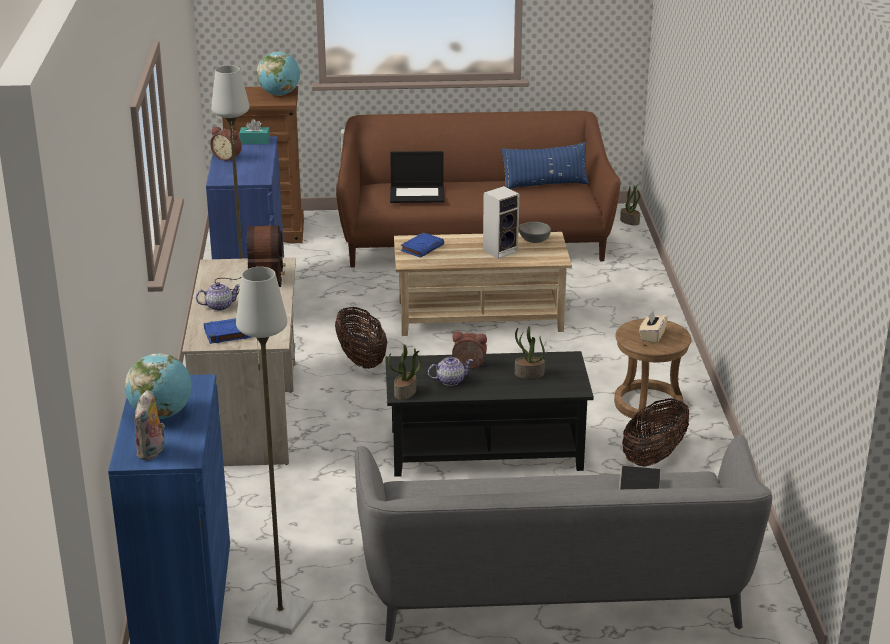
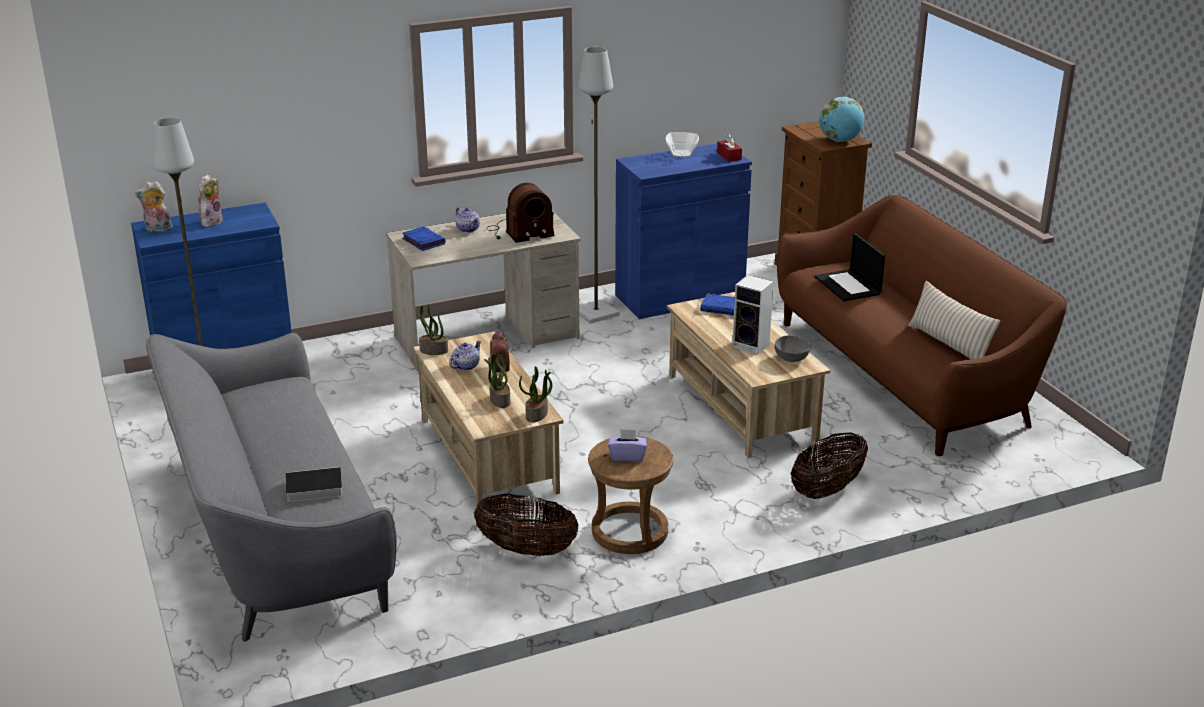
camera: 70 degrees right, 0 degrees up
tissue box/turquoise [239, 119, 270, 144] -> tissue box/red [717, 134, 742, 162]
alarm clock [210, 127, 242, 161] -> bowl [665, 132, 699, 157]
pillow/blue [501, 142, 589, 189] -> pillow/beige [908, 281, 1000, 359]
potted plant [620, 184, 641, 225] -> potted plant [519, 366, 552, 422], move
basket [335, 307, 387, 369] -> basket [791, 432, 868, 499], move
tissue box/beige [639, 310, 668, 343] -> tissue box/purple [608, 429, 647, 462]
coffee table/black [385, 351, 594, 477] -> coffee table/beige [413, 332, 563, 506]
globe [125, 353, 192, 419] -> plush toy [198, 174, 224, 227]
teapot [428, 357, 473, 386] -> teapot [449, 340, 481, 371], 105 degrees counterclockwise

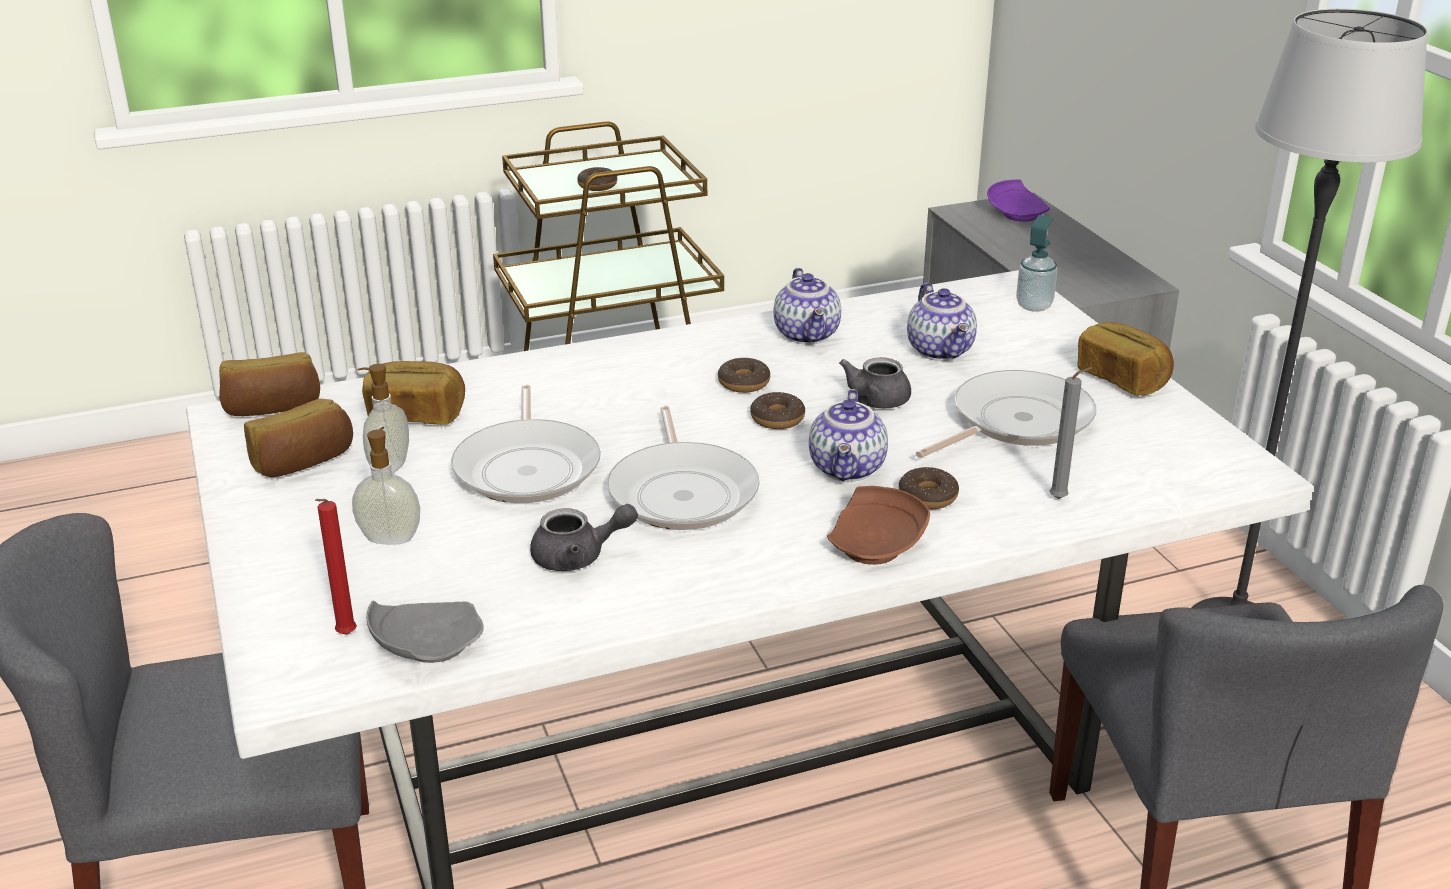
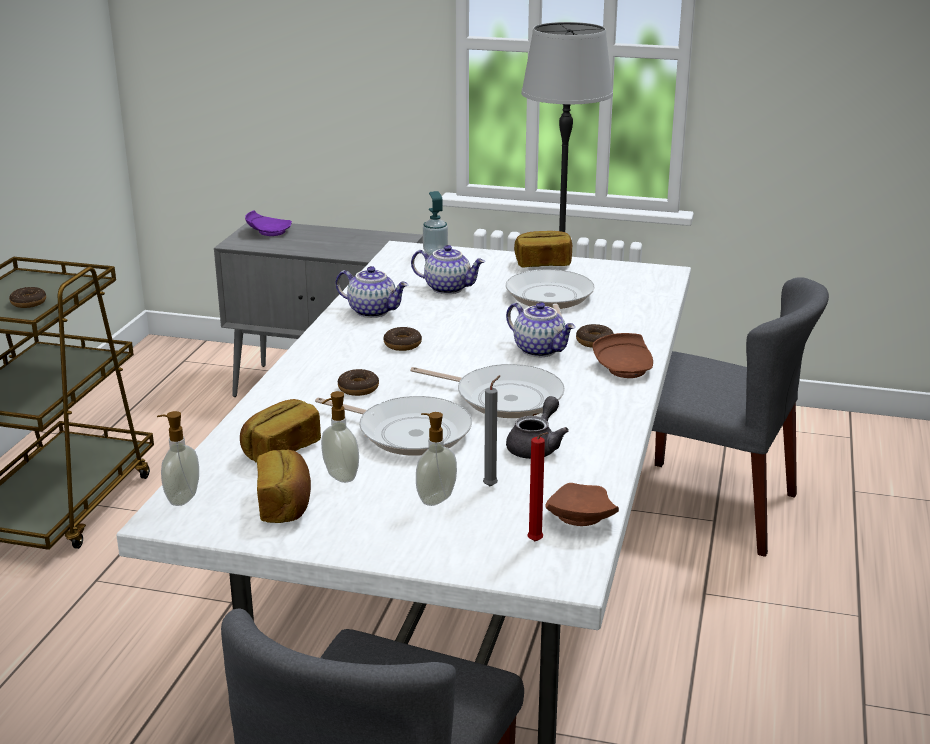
camera: 55 degrees left, 5 degrees down
bread [219, 352, 320, 416] -> soap dispenser [157, 411, 199, 506]
teapot/grey [839, 357, 911, 408] -> none
candle/grey [1050, 367, 1092, 499] -> candle/grey [483, 375, 501, 487], move
donut [750, 392, 805, 429] -> donut [338, 369, 379, 396], move
plate/grey [366, 601, 484, 663] -> plate/brown [545, 483, 619, 526]

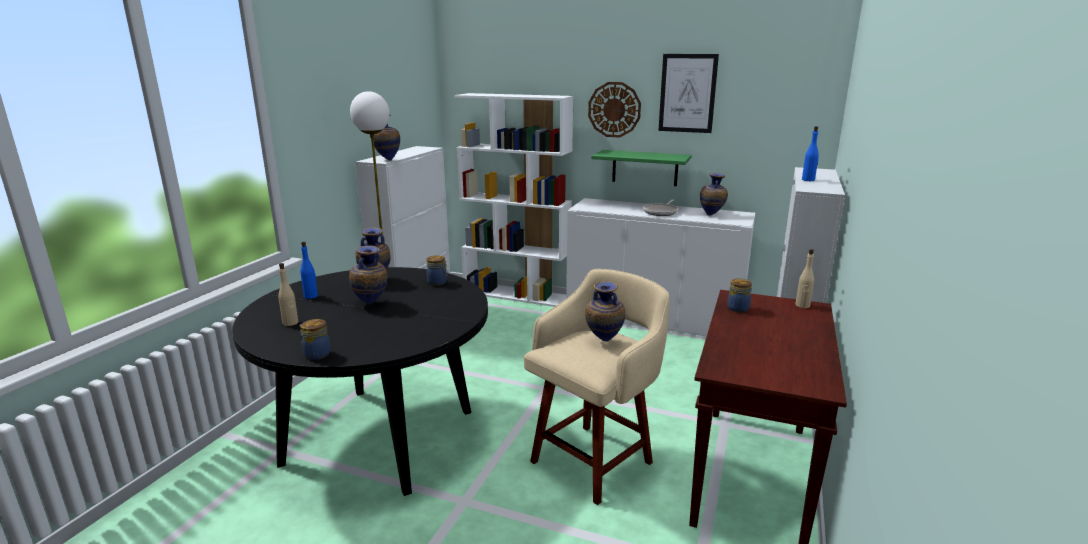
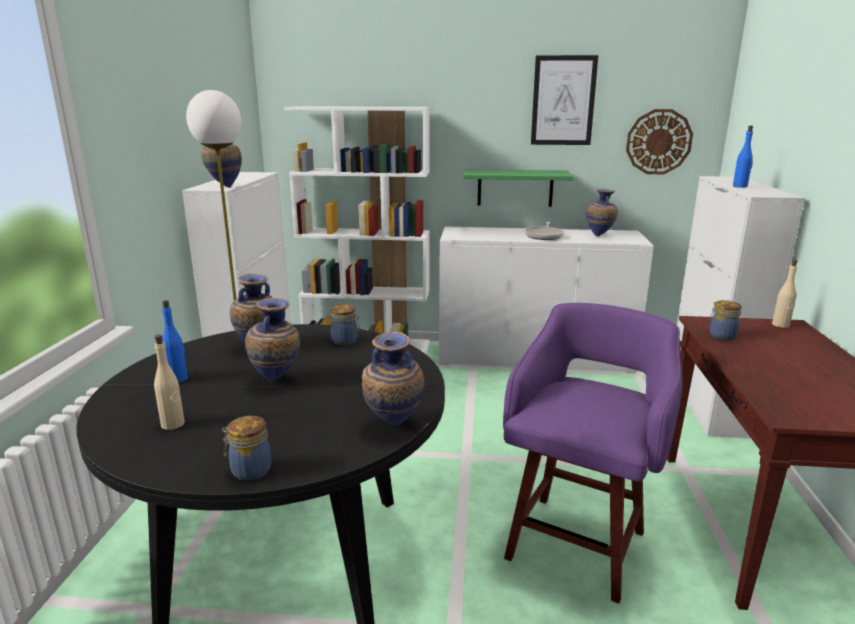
camera: 15 degrees left, 0 degrees up
wall clock [588, 82, 641, 138] -> wall clock [626, 109, 693, 174], move
stool/beige [524, 269, 670, 505] -> stool/purple [503, 303, 683, 604]
vase [585, 281, 625, 341] -> vase [362, 332, 424, 425], move

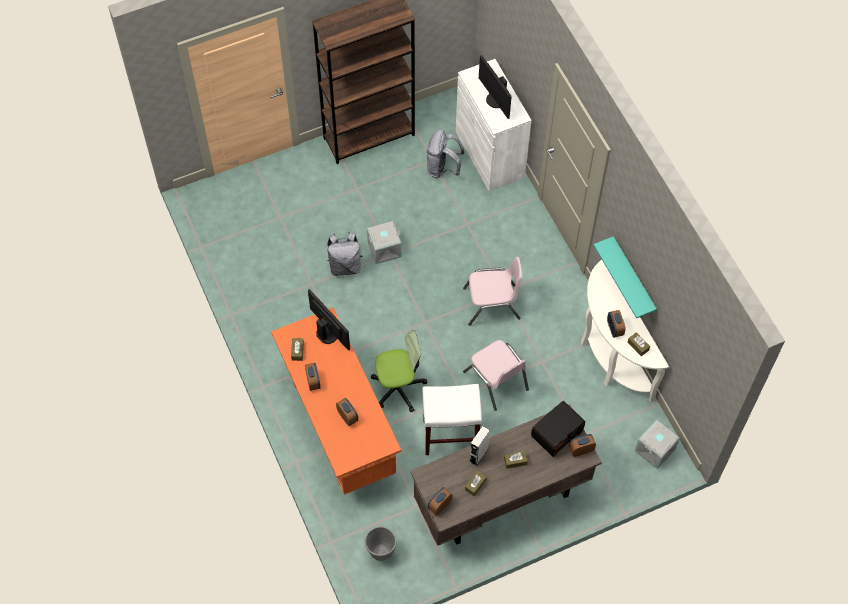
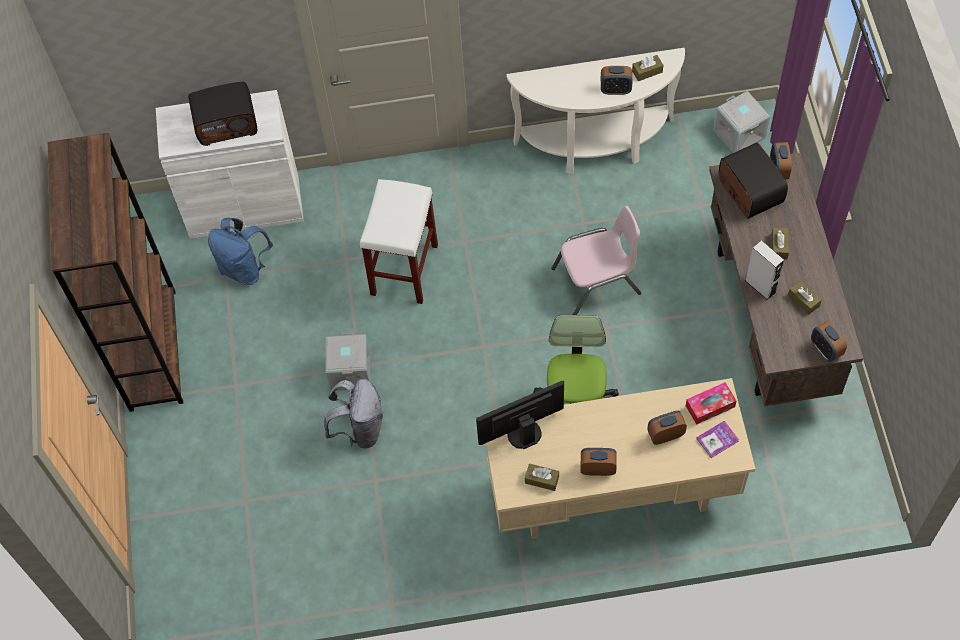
camera: 70 degrees left, 0 degrees up
monitor [479, 55, 512, 119] -> radio [188, 82, 257, 146]
backpack/grey [426, 130, 464, 178] -> backpack/blue [208, 218, 273, 285]
shelf/turquoise [594, 236, 657, 318] -> none
chair/pink [463, 257, 522, 326] -> none
desk/orange [271, 307, 401, 495] -> desk/beige [486, 378, 756, 539]
stool/white [423, 384, 482, 455] -> stool/white [360, 179, 438, 304], move
planter/grey [364, 526, 397, 561] -> none
none -> tissue box [686, 382, 736, 425]
none -> book [696, 421, 739, 458]

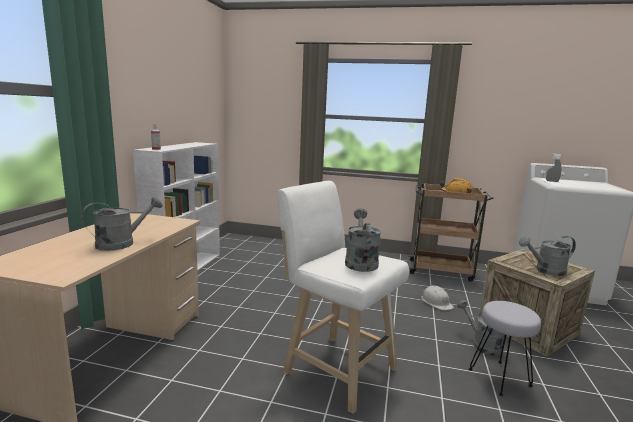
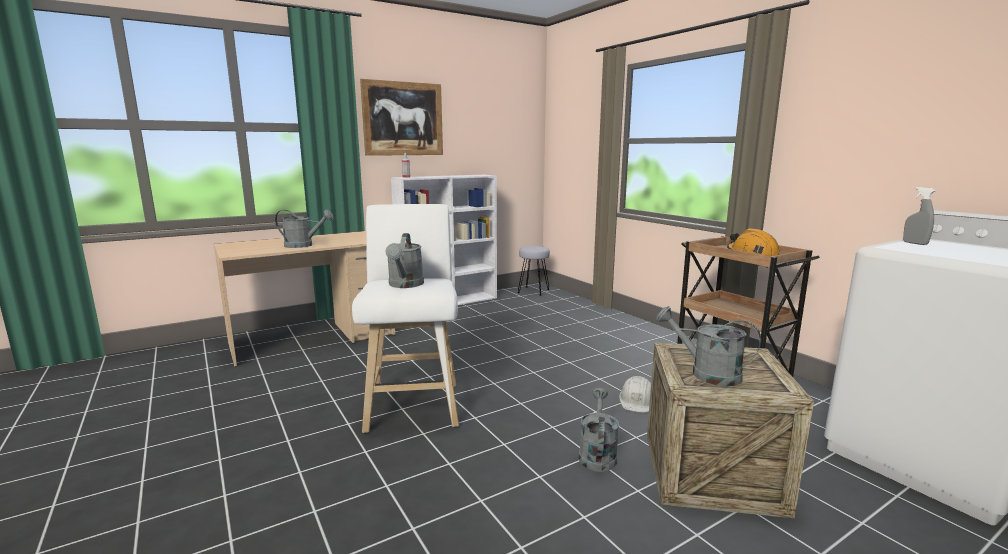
camera: 45 degrees right, 0 degrees up
watering can/grey [345, 209, 381, 272] -> watering can/grey [385, 233, 424, 288], 135 degrees clockwise
stool/grey [469, 301, 541, 396] -> stool/grey [518, 246, 550, 296], move
none -> picture [360, 79, 443, 156]

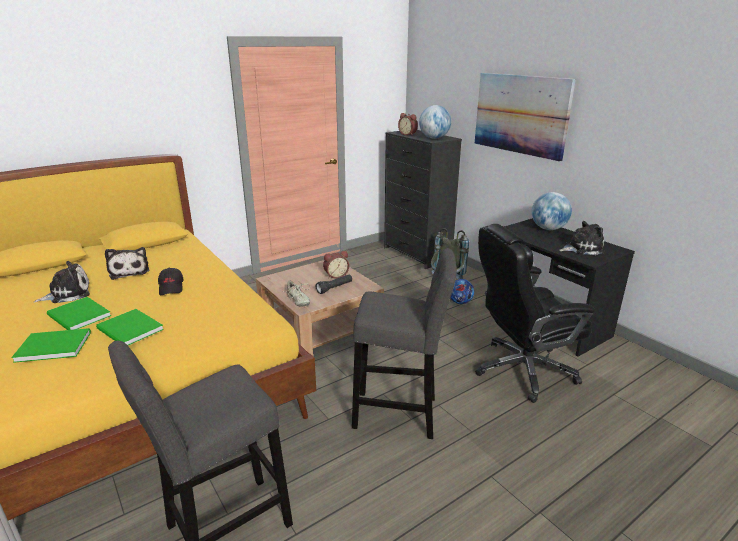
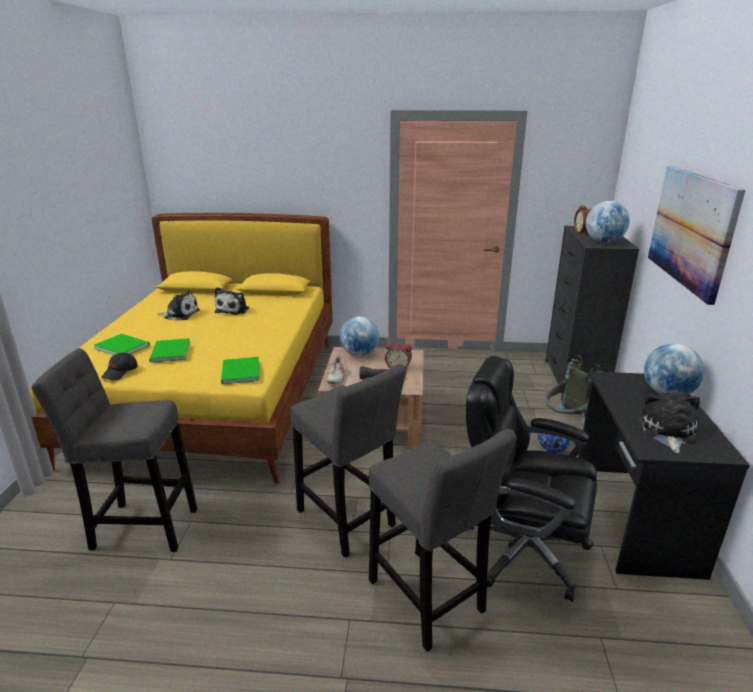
camera: 40 degrees right, 0 degrees up
plush toy [559, 221, 605, 255] -> plush toy [640, 393, 700, 453], 105 degrees counterclockwise
cap/black [158, 268, 184, 295] -> cap/black [101, 352, 138, 381], move
book/green [47, 297, 111, 330] -> book/green [221, 357, 259, 384], move
none -> globe [340, 316, 379, 356]
none -> stool/grey [369, 429, 517, 652]

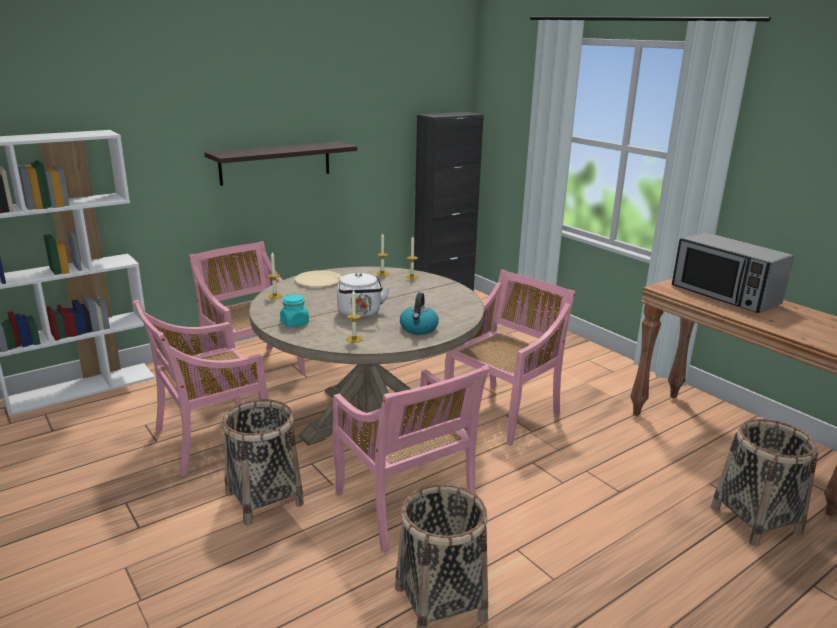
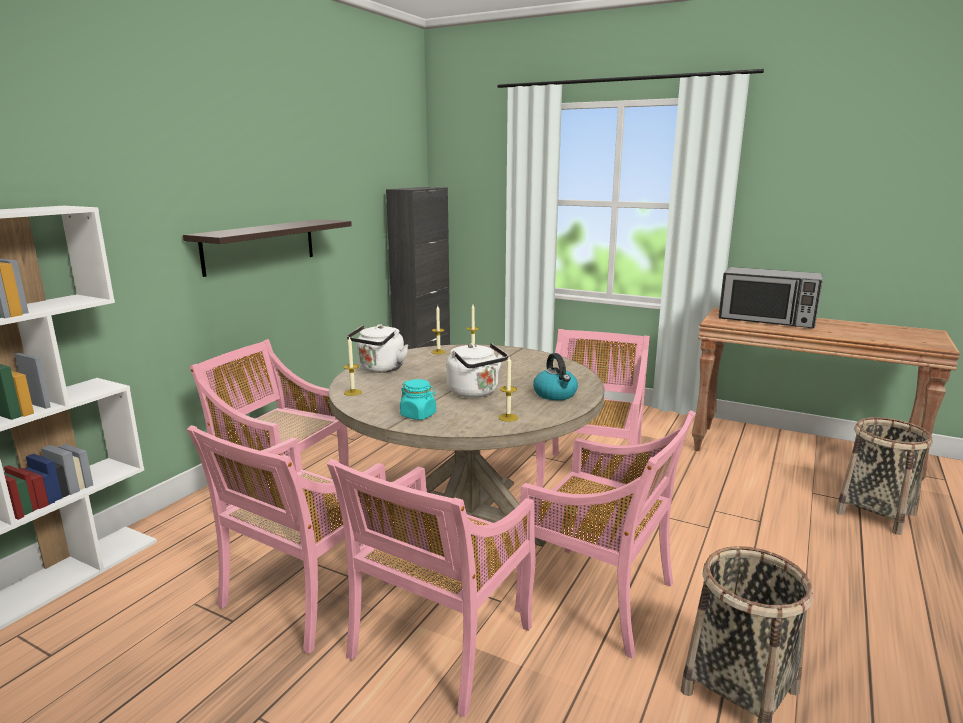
camera: 25 degrees left, 5 degrees down
plate/beige [295, 270, 342, 287] -> kettle/white [347, 324, 408, 373]
basket [222, 399, 304, 525] -> chair/pink [327, 459, 536, 717]

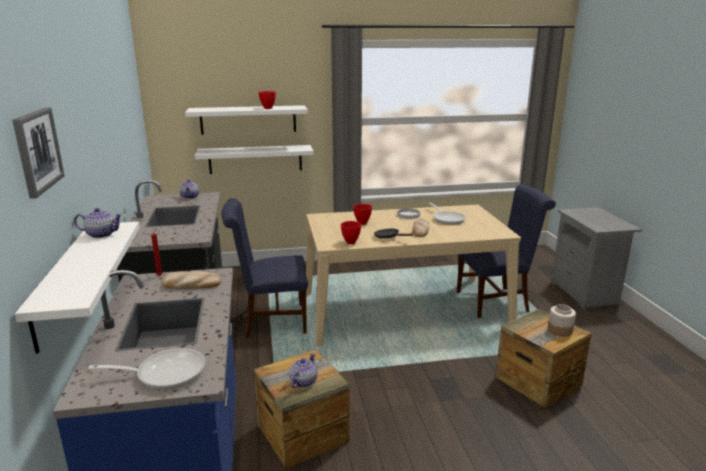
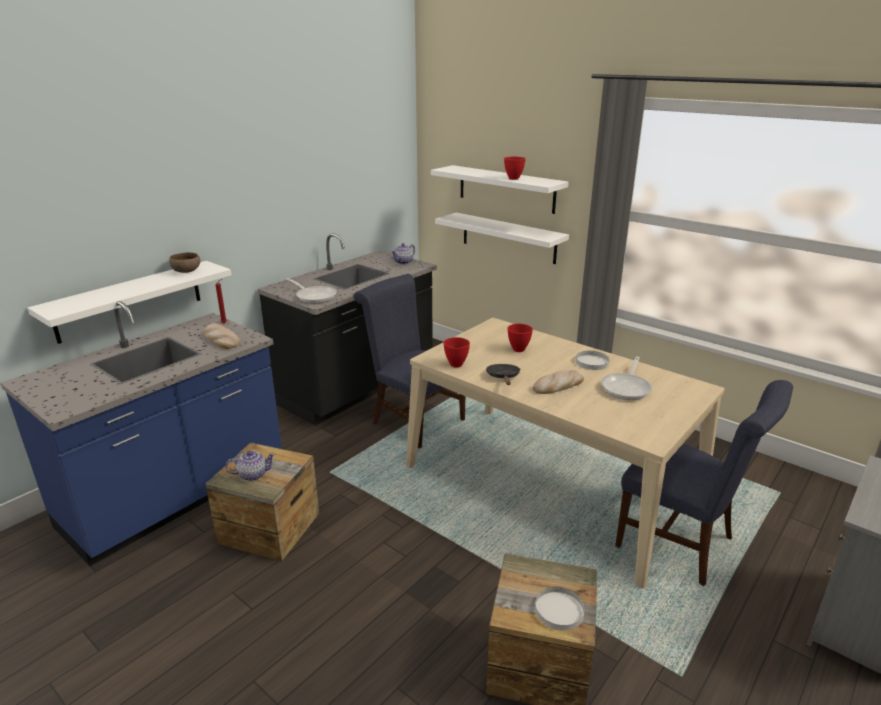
camera: 50 degrees right, 5 degrees up
picture [12, 107, 65, 199] -> none
teapot [74, 208, 123, 238] -> bowl/brown [169, 252, 200, 273]
jar [548, 304, 576, 337] -> plate/white [535, 587, 584, 631]
frying pan [88, 348, 205, 390] -> frying pan [287, 278, 337, 303], move

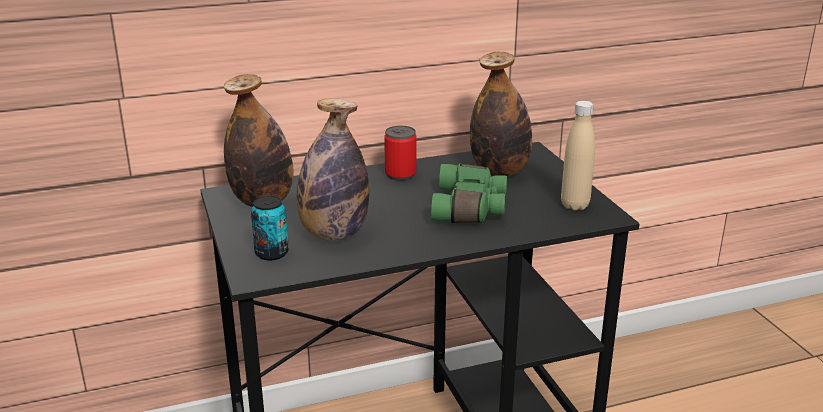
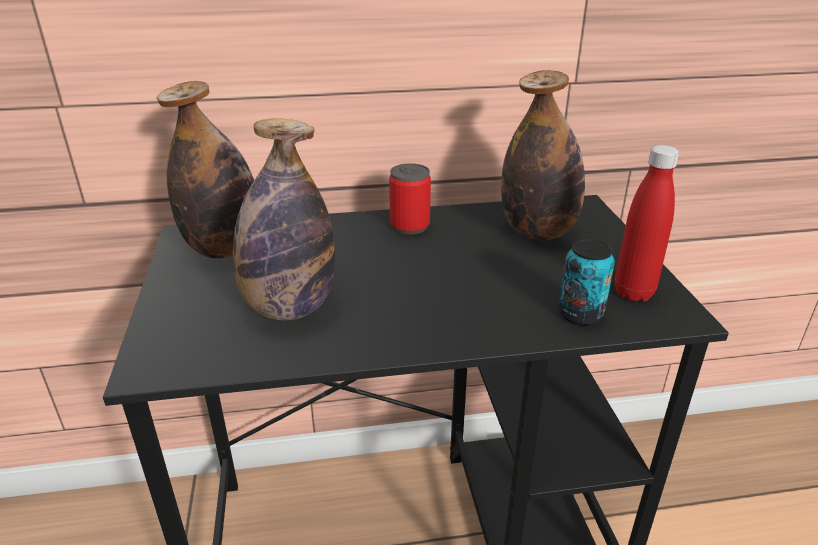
camera: 10 degrees right, 5 degrees up
bottle/beige [561, 101, 595, 211] -> bottle/red [615, 145, 679, 302]
binoculars/green [431, 163, 507, 223] -> none
can [251, 196, 289, 260] -> can [559, 239, 615, 326], move

